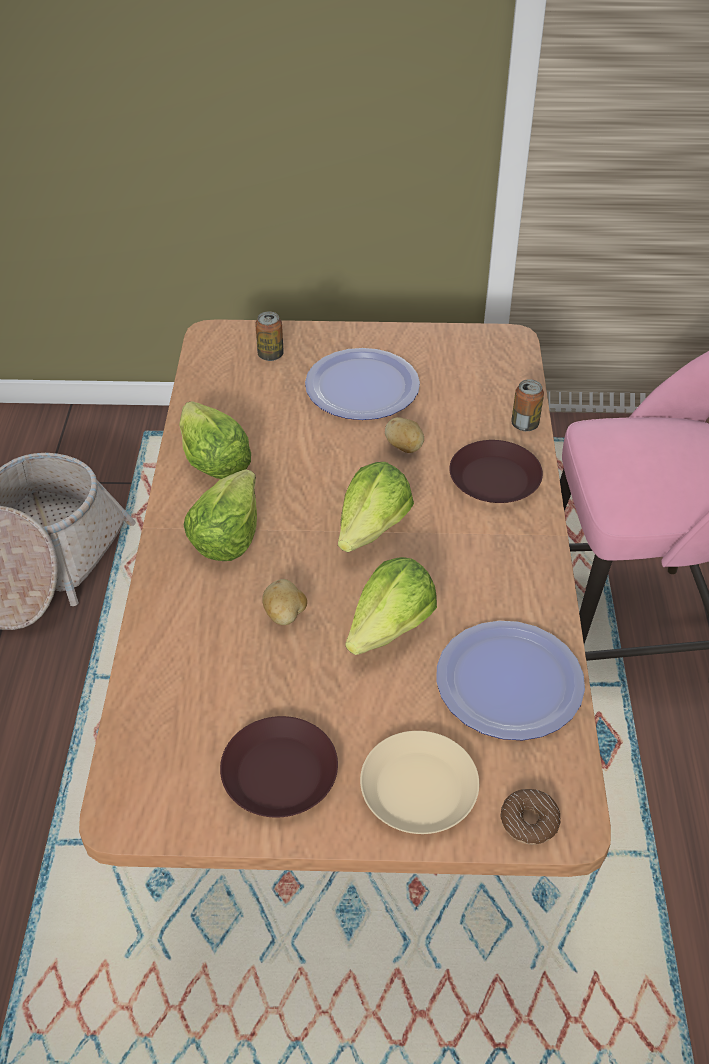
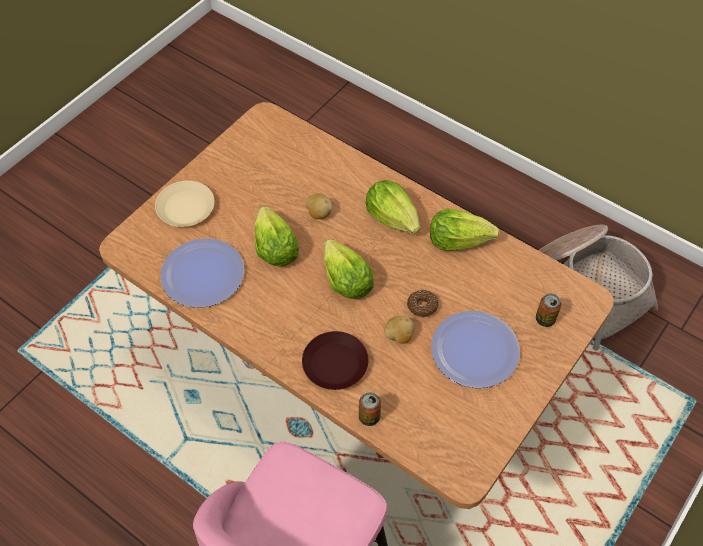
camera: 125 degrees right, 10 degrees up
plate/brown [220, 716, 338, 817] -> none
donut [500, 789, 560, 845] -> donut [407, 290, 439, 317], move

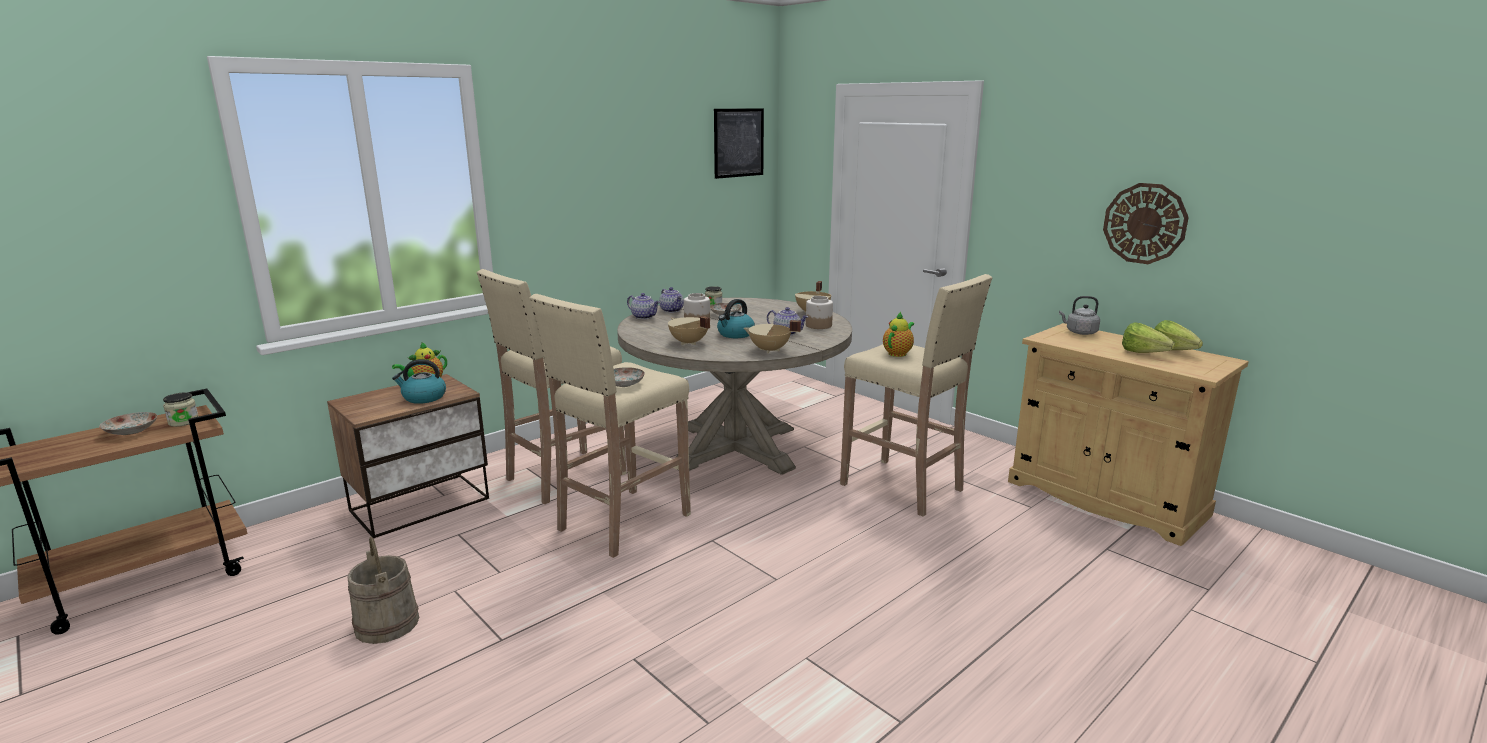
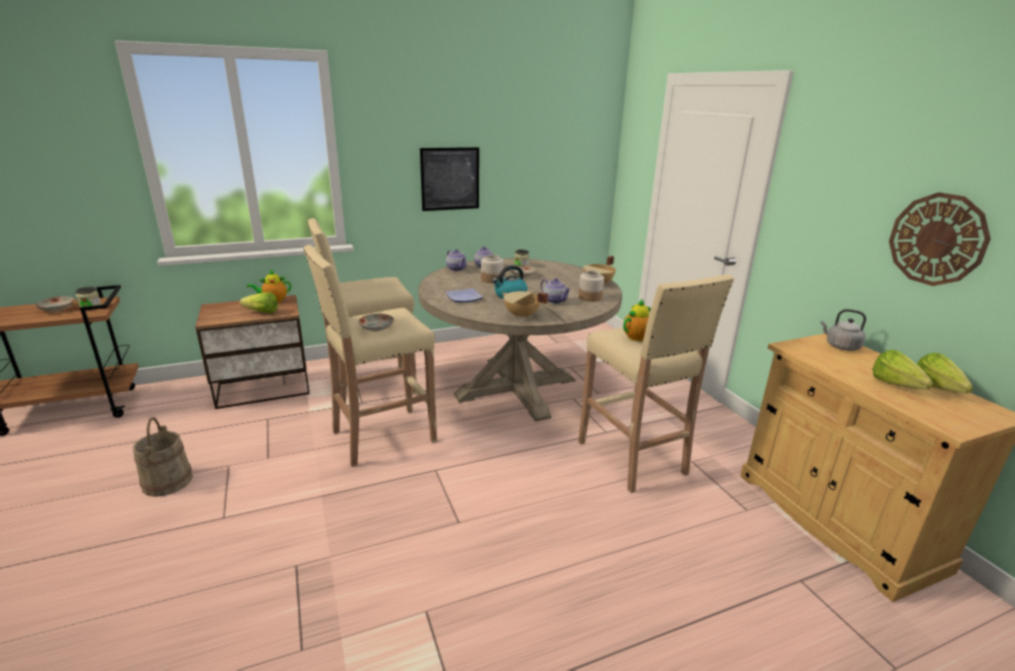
camera: 20 degrees right, 5 degrees up
picture [714, 108, 764, 179] -> picture [420, 147, 479, 211], move
cooking pot/beige [668, 316, 710, 345] -> plate [446, 288, 483, 302]
kettle [392, 359, 446, 404] -> lettuce [240, 292, 278, 314]

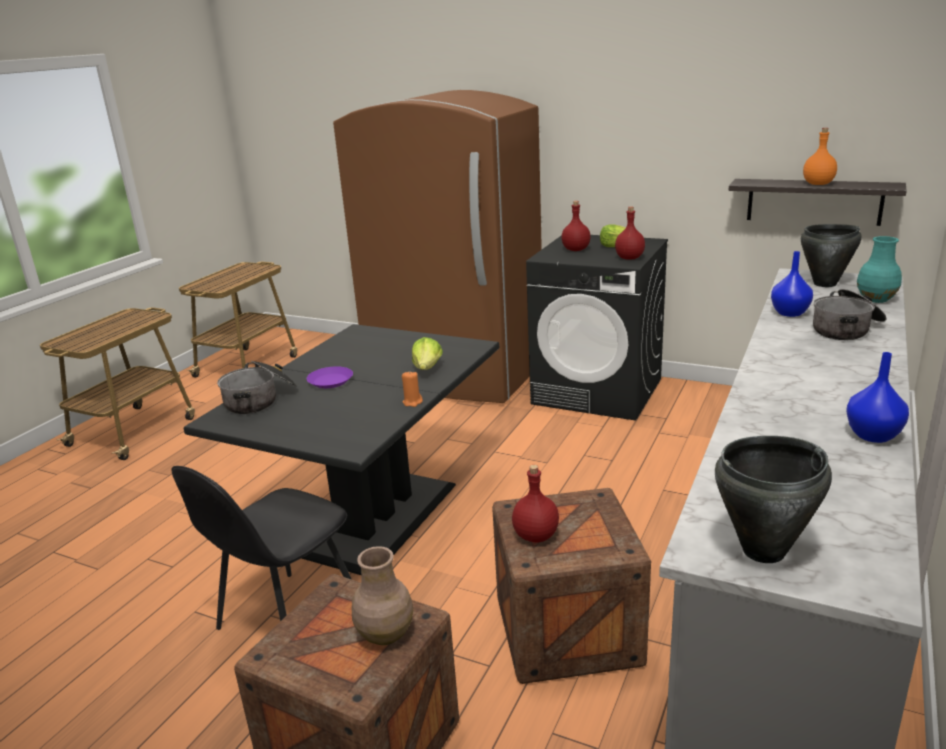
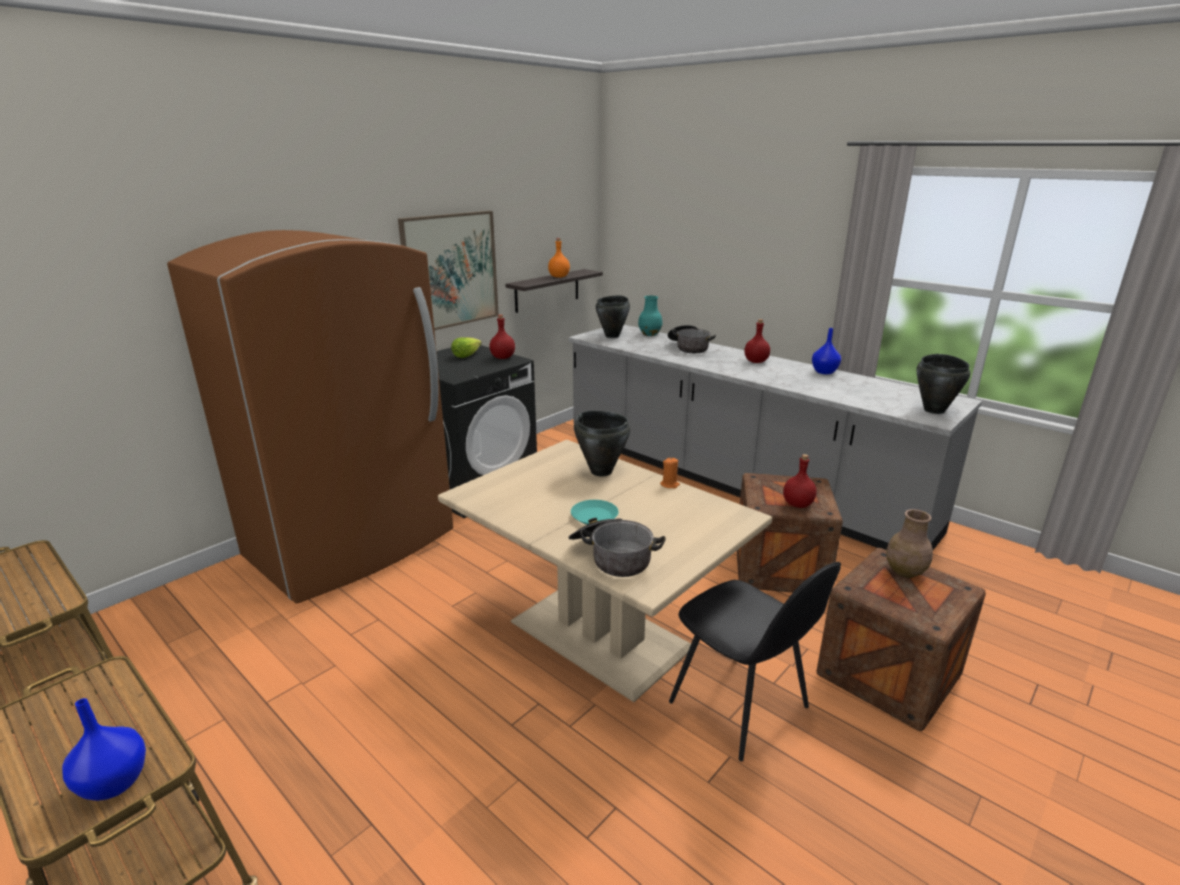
camera: 75 degrees left, 0 degrees up
bottle/red [561, 201, 591, 251] -> bottle/red [744, 319, 770, 363], move
vase/blue [771, 251, 813, 317] -> vase/blue [62, 698, 146, 801], move
dining table/black [184, 324, 499, 575] -> dining table/beige [438, 440, 772, 702]
lettuce [412, 337, 443, 370] -> cooking pot/black [574, 411, 630, 476]
plate/purple [307, 366, 353, 388] -> plate/turquoise [571, 500, 619, 525]
none -> picture [398, 211, 499, 330]

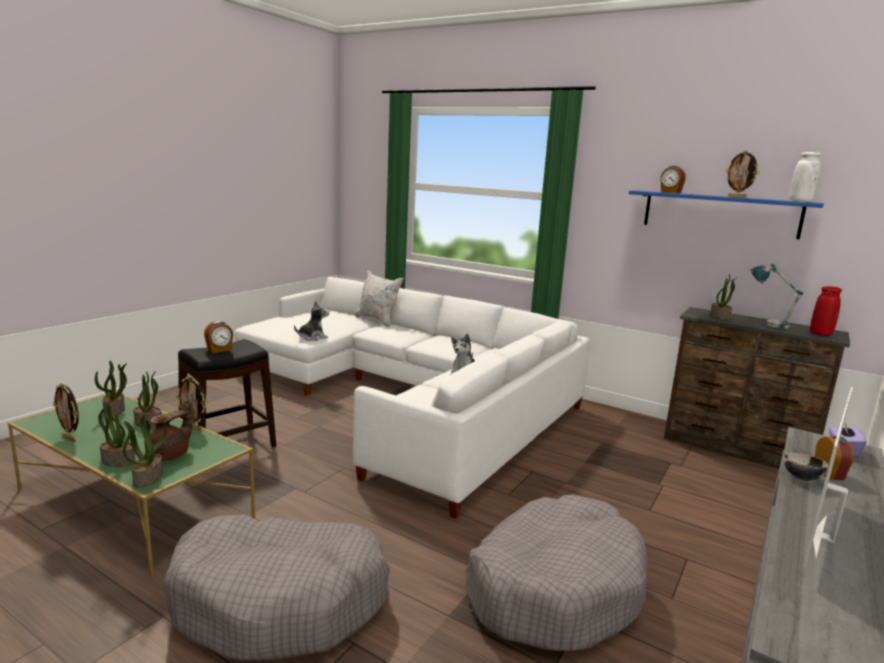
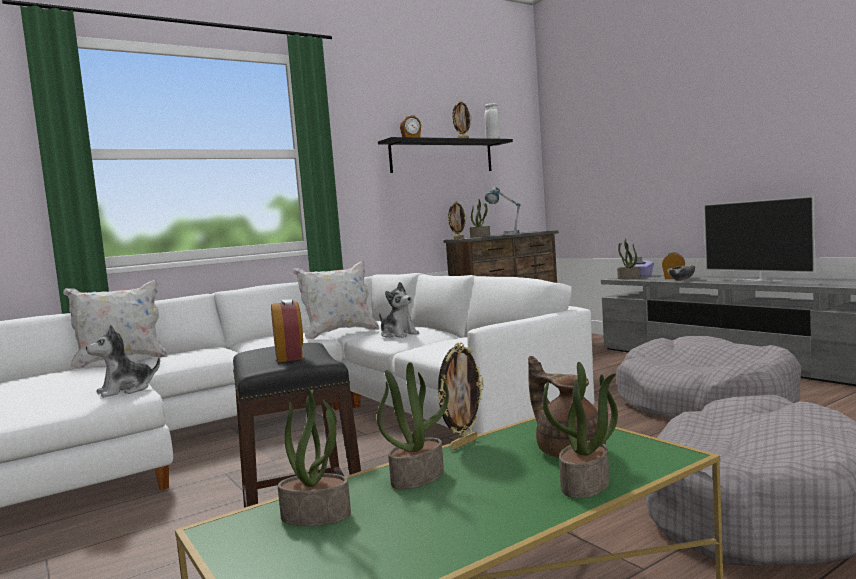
camera: 65 degrees left, 10 degrees down
shelf/blue [629, 190, 824, 239] -> shelf/black [378, 137, 513, 173]
vase/red [810, 286, 842, 336] -> none
plush toy [294, 301, 329, 341] -> plush toy [86, 325, 160, 398], 120 degrees counterclockwise
picture frame [53, 383, 79, 442] -> picture frame [448, 201, 467, 239], move
potted plant [123, 416, 167, 488] -> potted plant [617, 238, 641, 279], move
none -> pillow/white [292, 261, 379, 339]

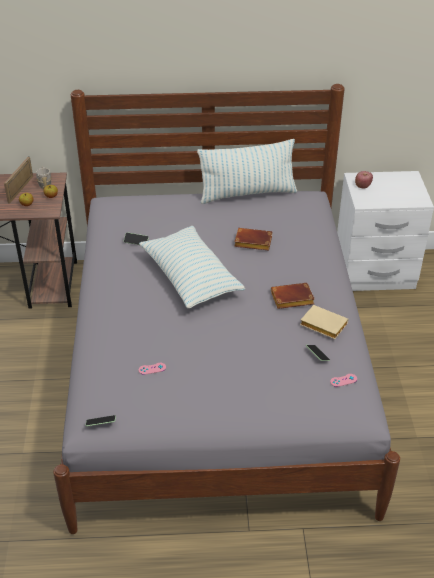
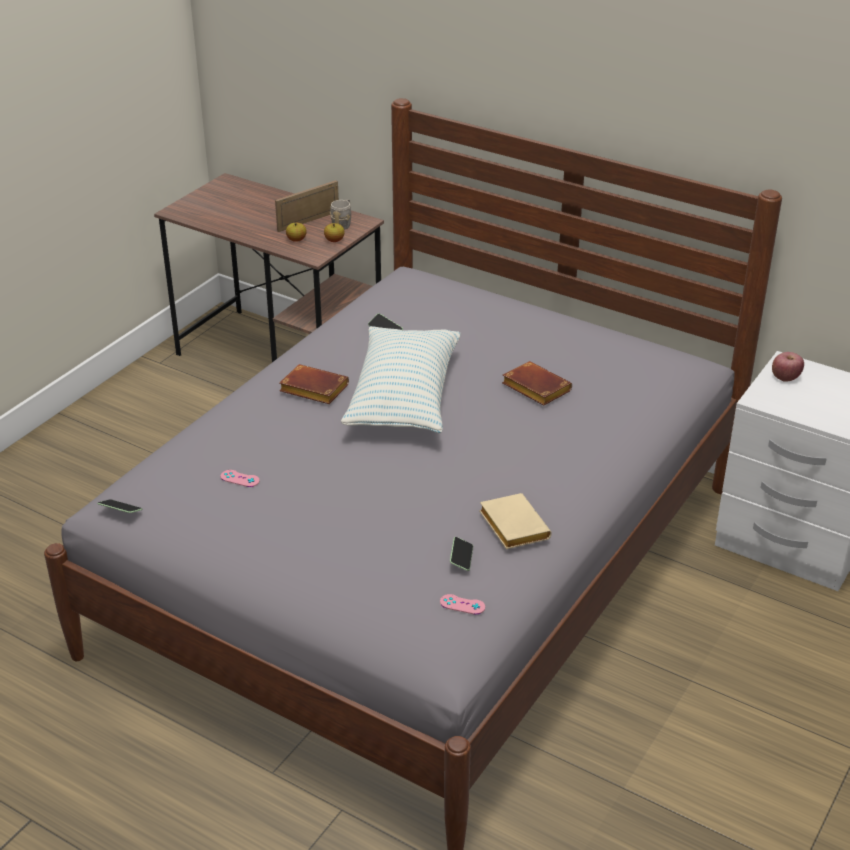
camera: 35 degrees right, 5 degrees down
pillow [197, 139, 297, 204] -> none
book/brown [271, 283, 315, 309] -> book/brown [279, 364, 349, 404], move

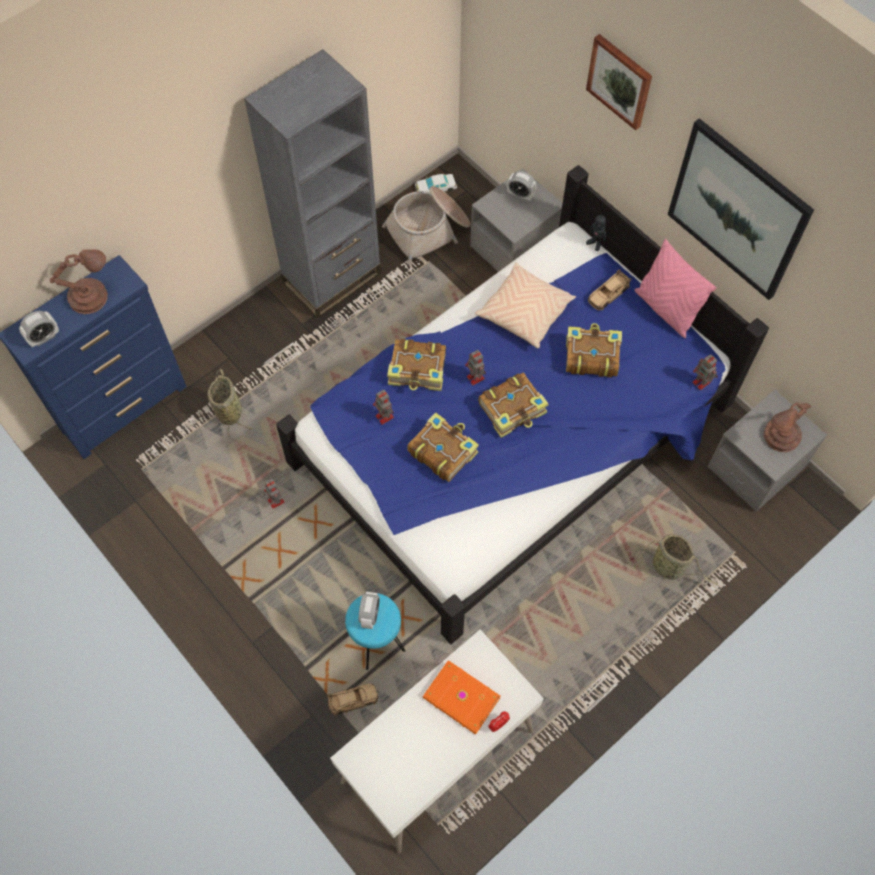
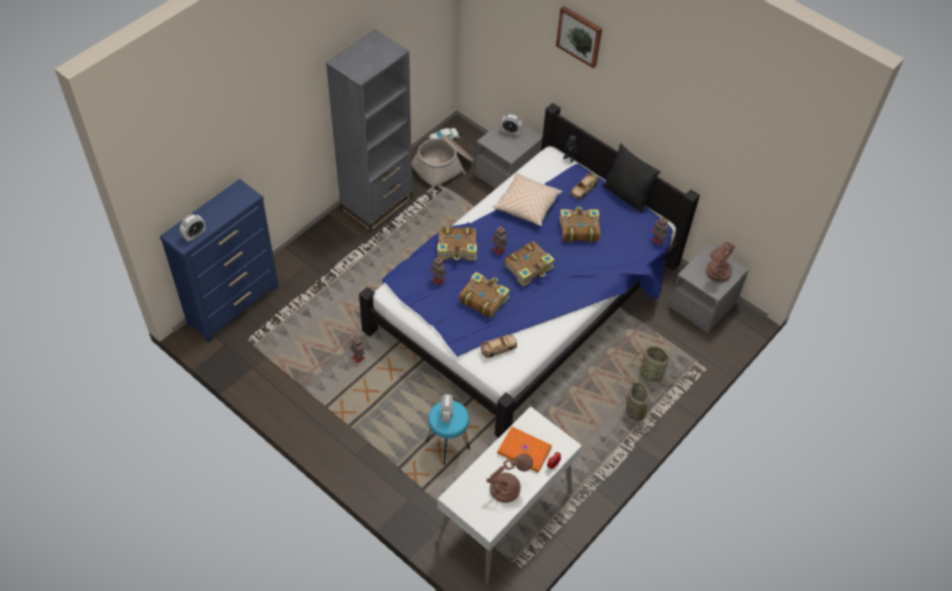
camera: 10 degrees left, 10 degrees down
picture [668, 118, 814, 300] -> none
pillow/pink [635, 238, 717, 338] -> pillow/black [602, 143, 661, 213]
table lamp/brown [50, 249, 108, 314] -> table lamp/brown [486, 453, 533, 503], move
basket [208, 369, 252, 440] -> basket [616, 378, 660, 432], move
toy car/beige [327, 683, 378, 716] -> toy car/beige [481, 335, 517, 358], move

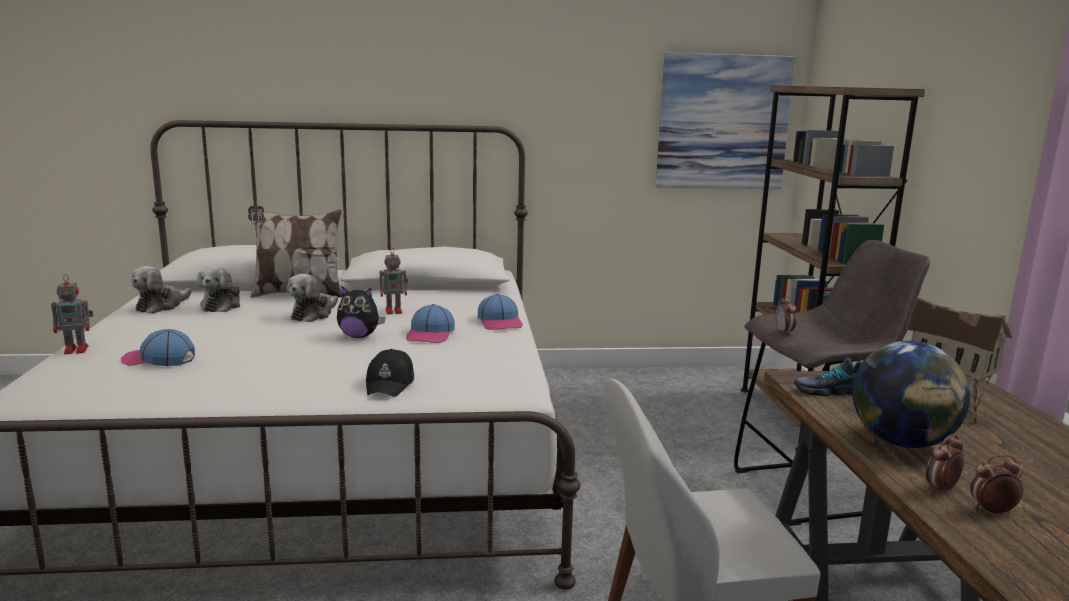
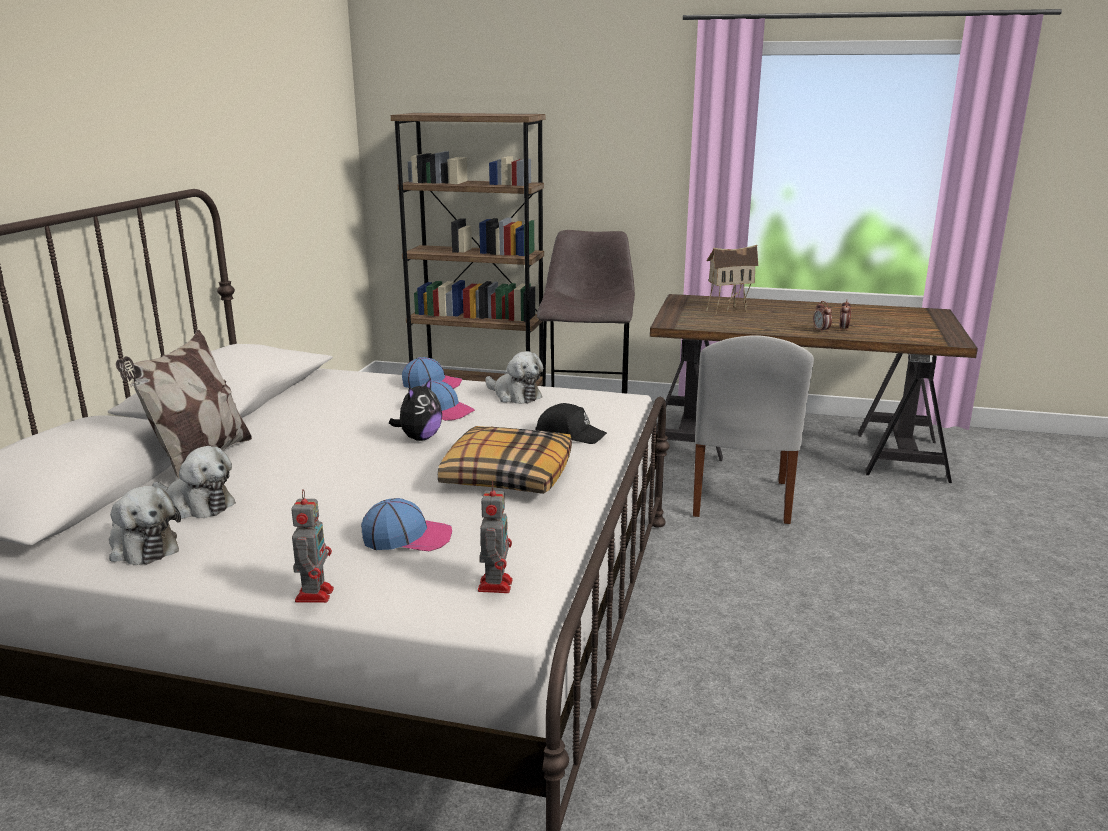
camera: 70 degrees left, 5 degrees up
picture [656, 52, 796, 189] -> none
toy robot [380, 248, 408, 314] -> toy robot [478, 481, 513, 593], move
plush toy [287, 274, 338, 322] -> plush toy [486, 351, 543, 404], move
alarm clock [775, 296, 797, 335] -> none
cap [121, 329, 195, 366] -> cap [361, 498, 452, 551], 120 degrees counterclockwise
globe [852, 341, 970, 448] -> none
shoe [794, 358, 862, 396] -> none
none -> pillow [438, 426, 572, 494]

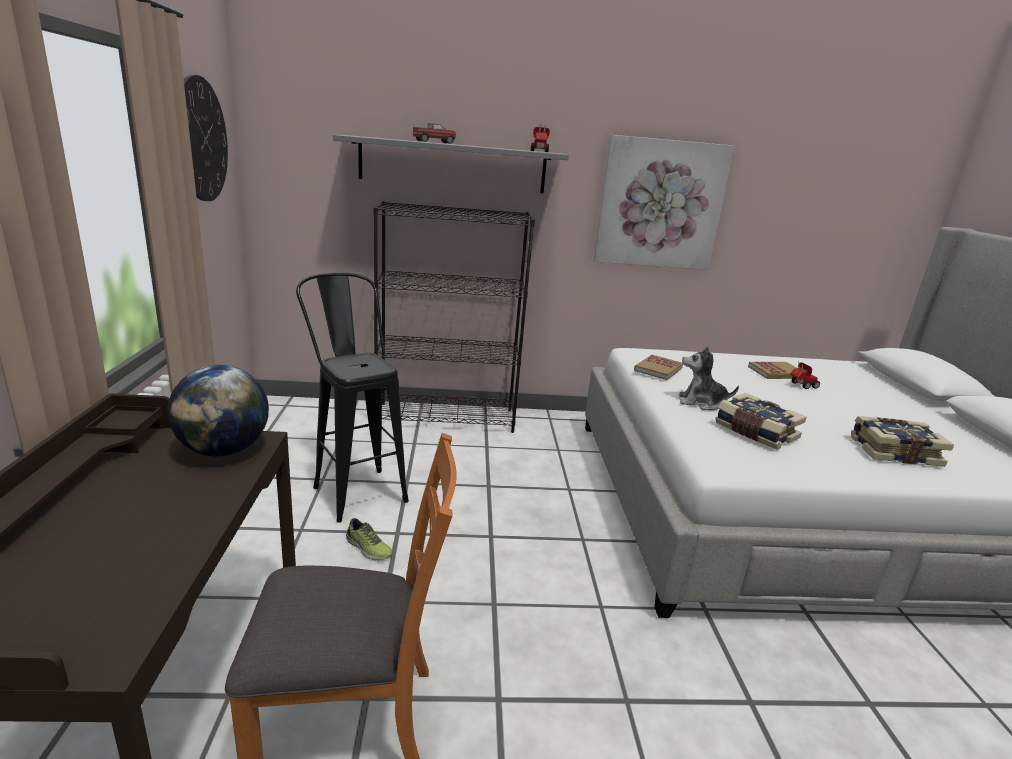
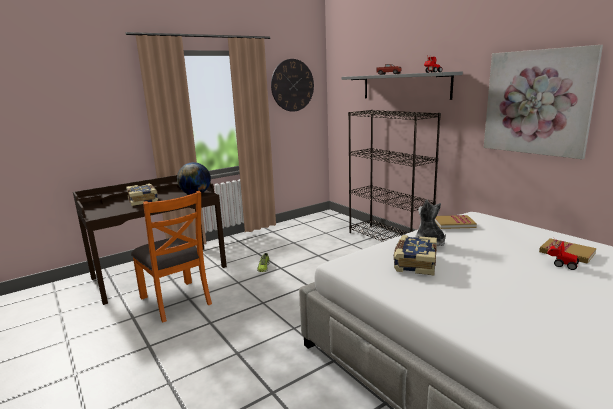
camera: 60 degrees right, 5 degrees down
stool/black [296, 273, 409, 523] -> none
book [851, 416, 954, 467] -> book [126, 183, 158, 206], move

